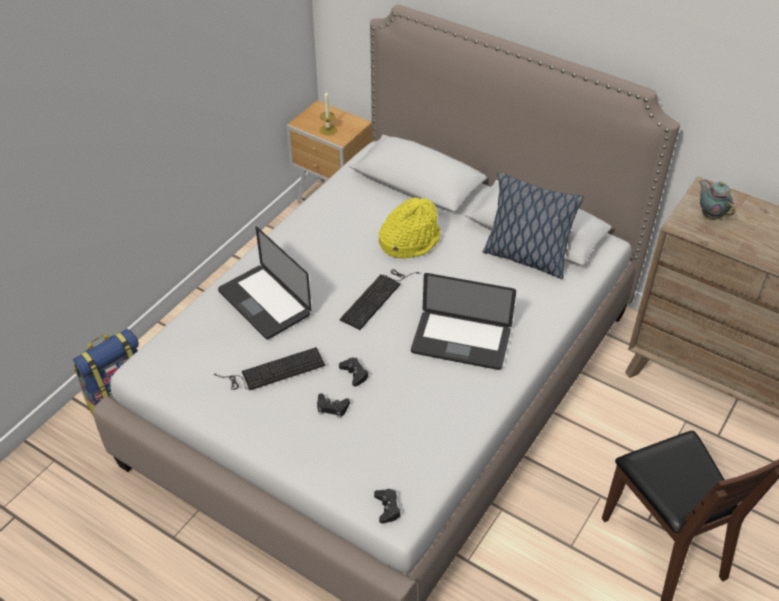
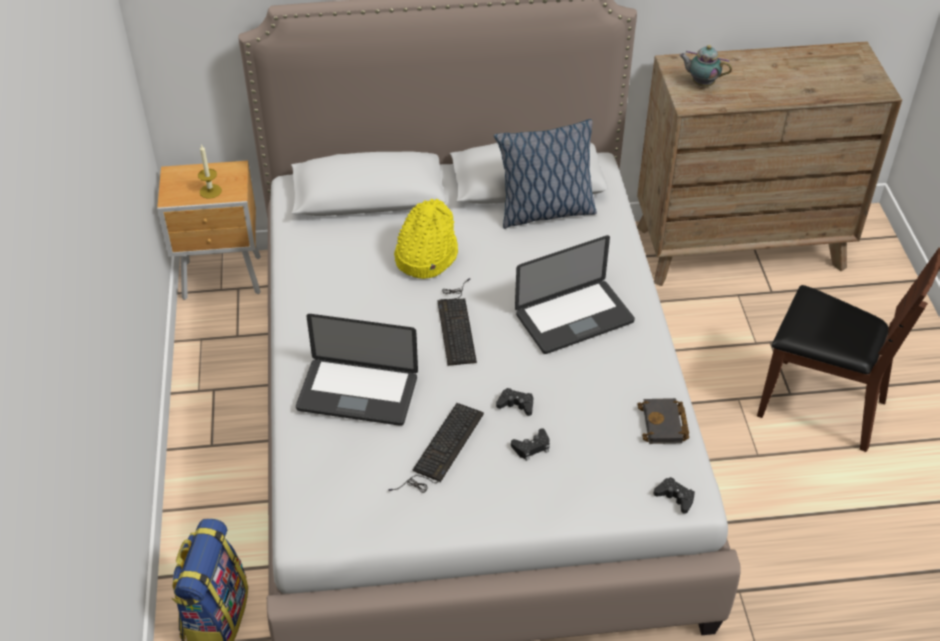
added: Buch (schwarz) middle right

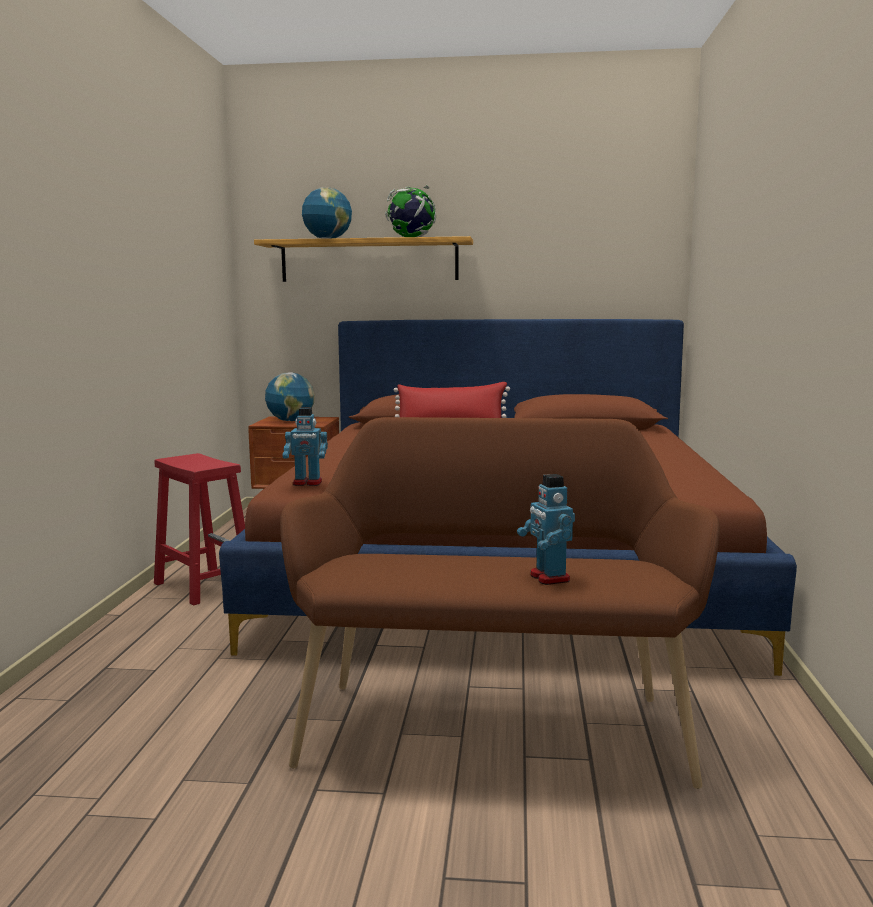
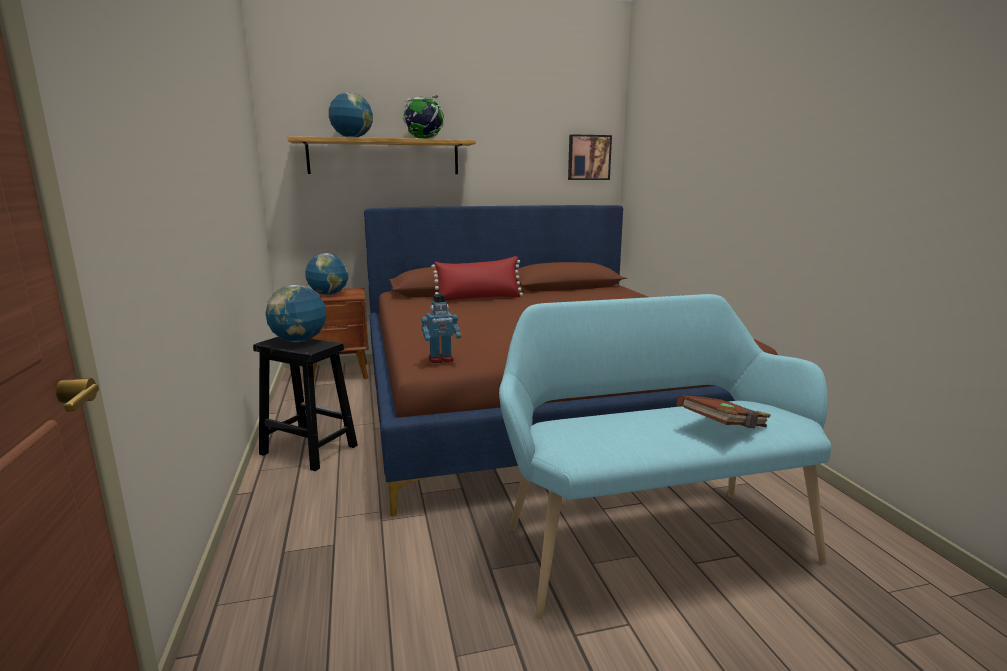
added: Globus (1st from left) middle left; Bild top centre
replaced: Spielzeugroboter (2nd from left) centre to Buch (braun) middle right
recoloured: Hocker (rot) middle left to Hocker (schwarz) middle left; Bank (braun) centre to Bank (türkis) bottom centre

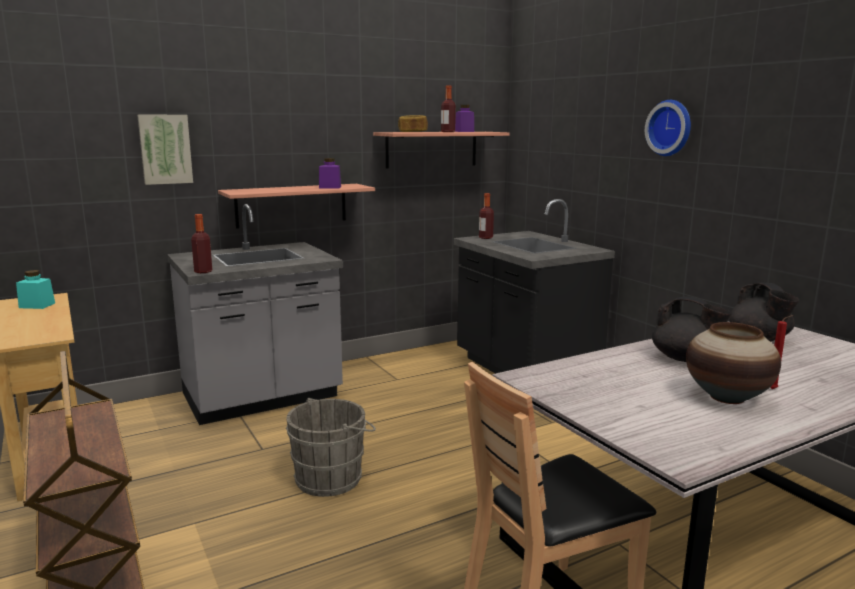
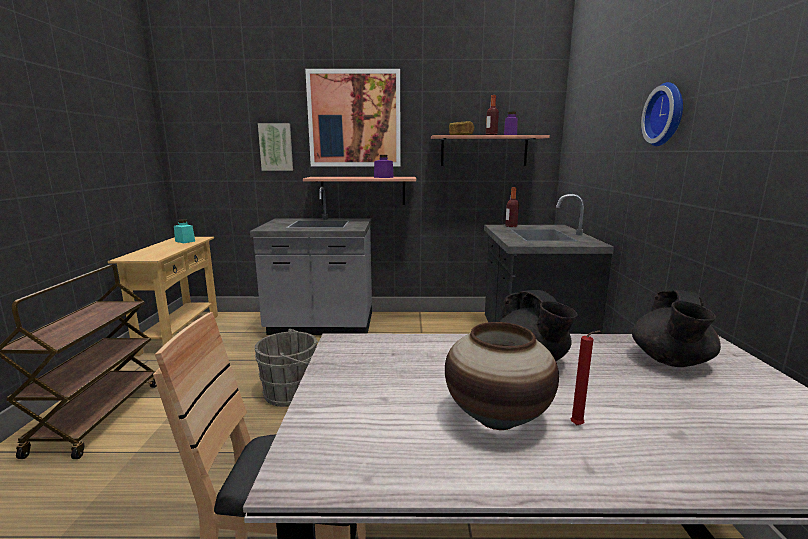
removed: Flasche (1st from left) middle left
added: Bild (2nd from left) top centre

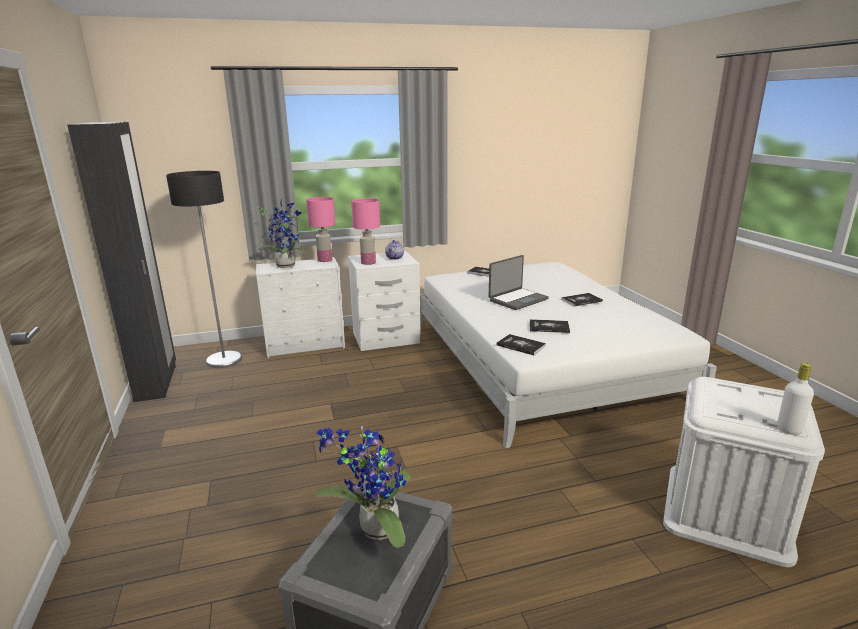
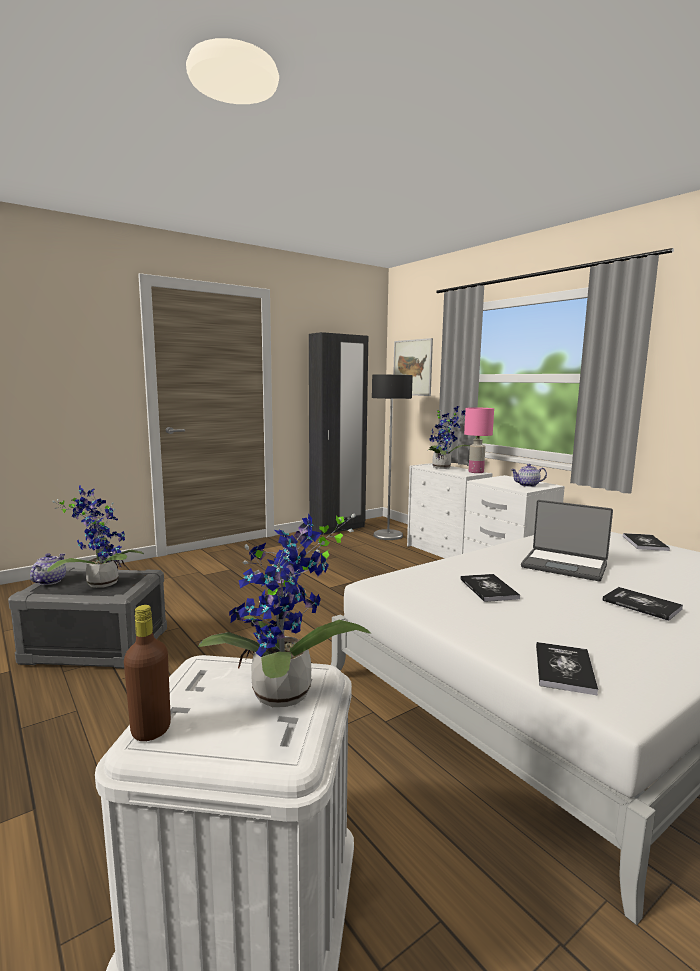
removed: Tischlampe (rosa) (2nd from left) centre
added: Teekanne (1st from left) middle left; Topfpflanze (2nd from left) centre; Bild centre
moved: Buch (2nd from left) centre to bottom right
recoloured: Flasche (weiß) middle right to Flasche (braun) bottom left

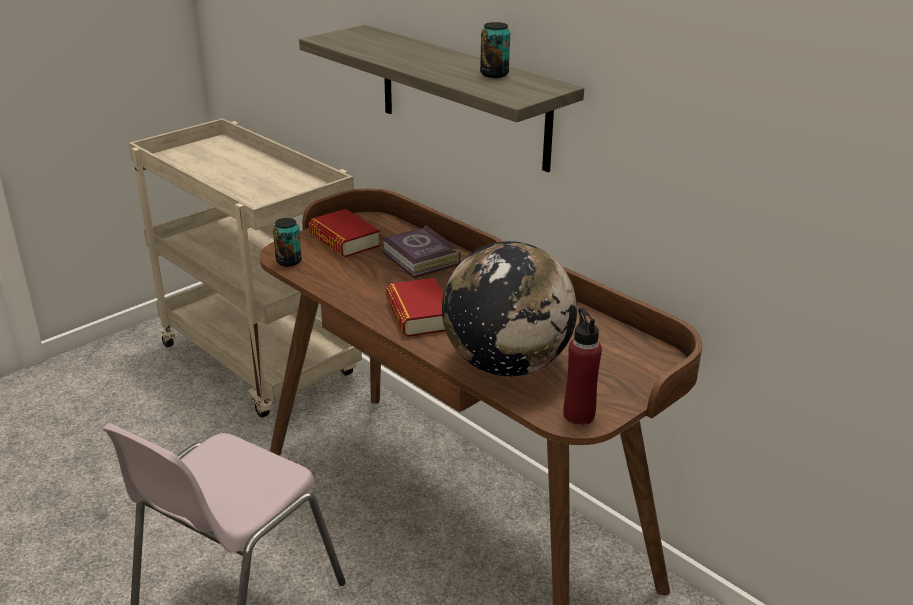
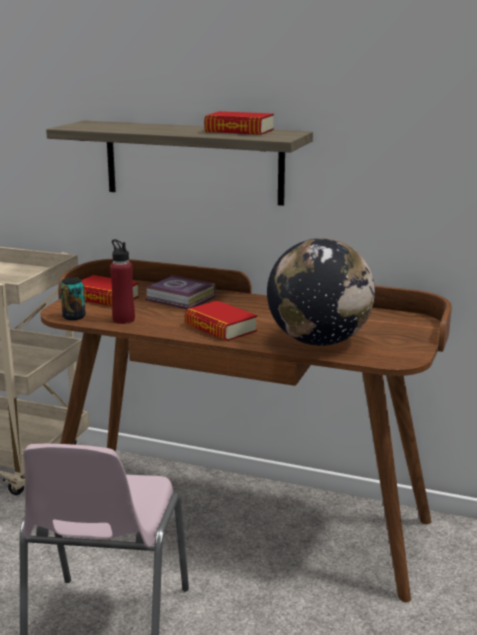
moved: Flasche (rot) centre to middle left
replaced: Dose (2nd from left) top centre to Buch (4th from left) top centre

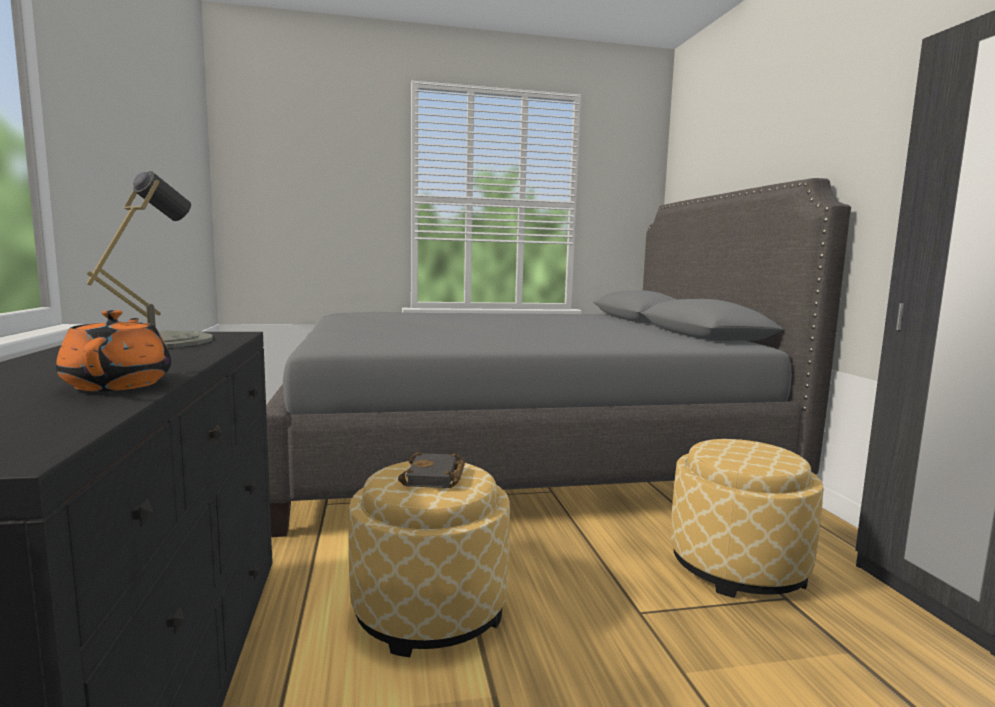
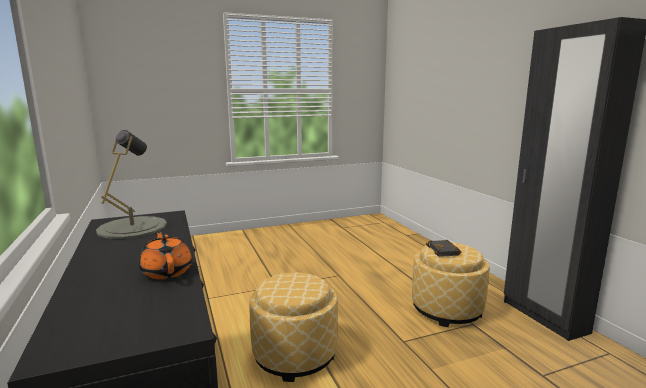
removed: Bett (grau) centre
moved: Buch (schwarz) centre to middle right

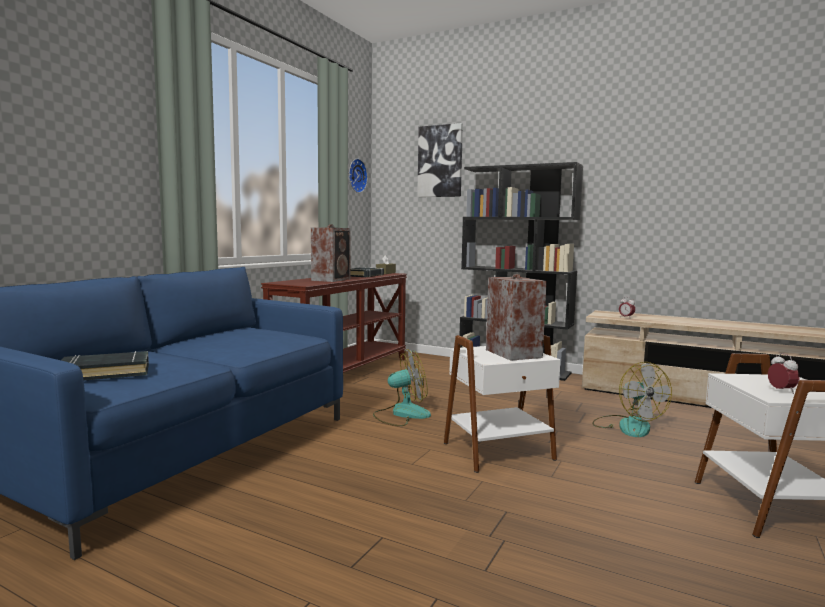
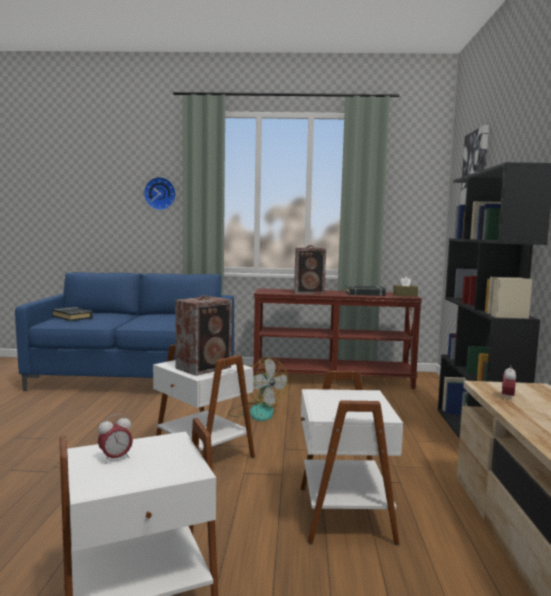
moved: Wanduhr top centre to top left
replaced: Ventilator (2nd from left) middle right to Beistelltisch (weiß) (3rd from left) bottom centre

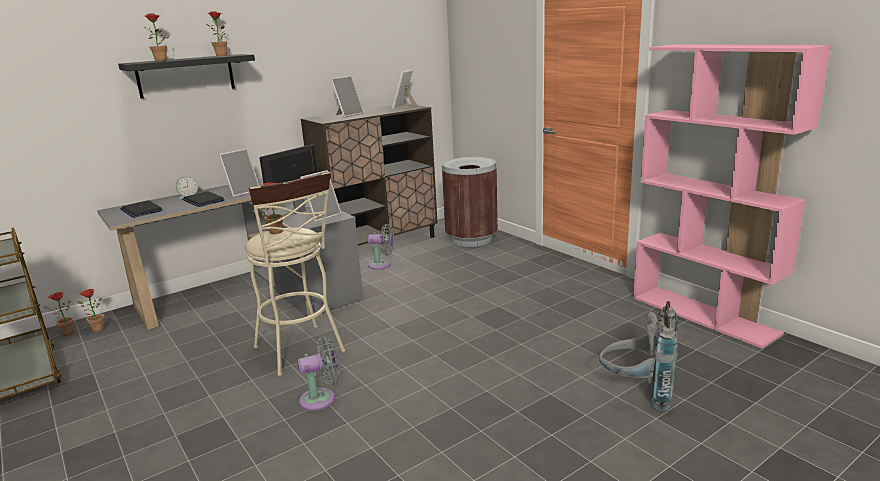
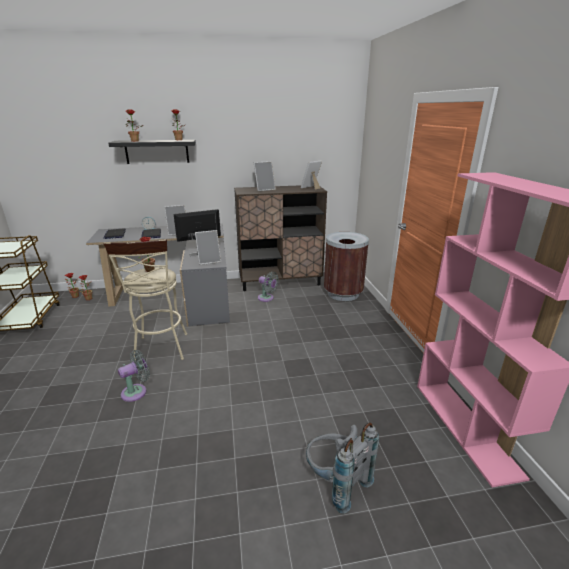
turned: Ventilator (grau) (1st from left) bottom centre = middle left 45 degrees counterclockwise

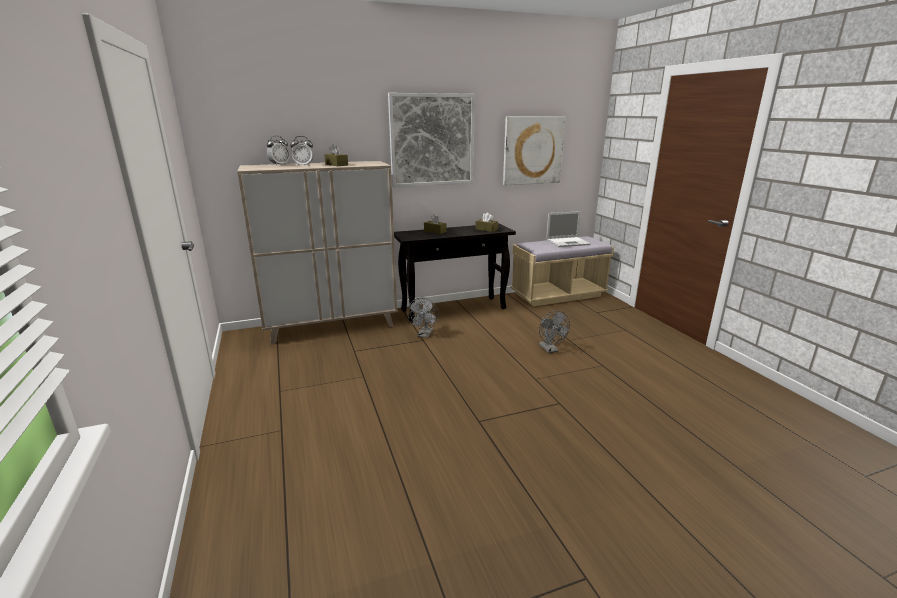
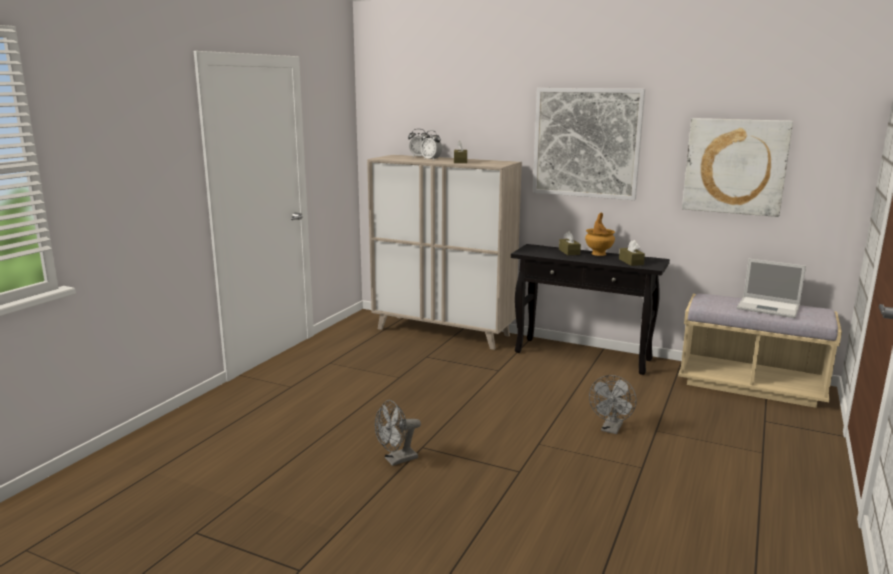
added: Vase (braun) middle right
moved: Ventilator (grau) (1st from left) centre to bottom centre

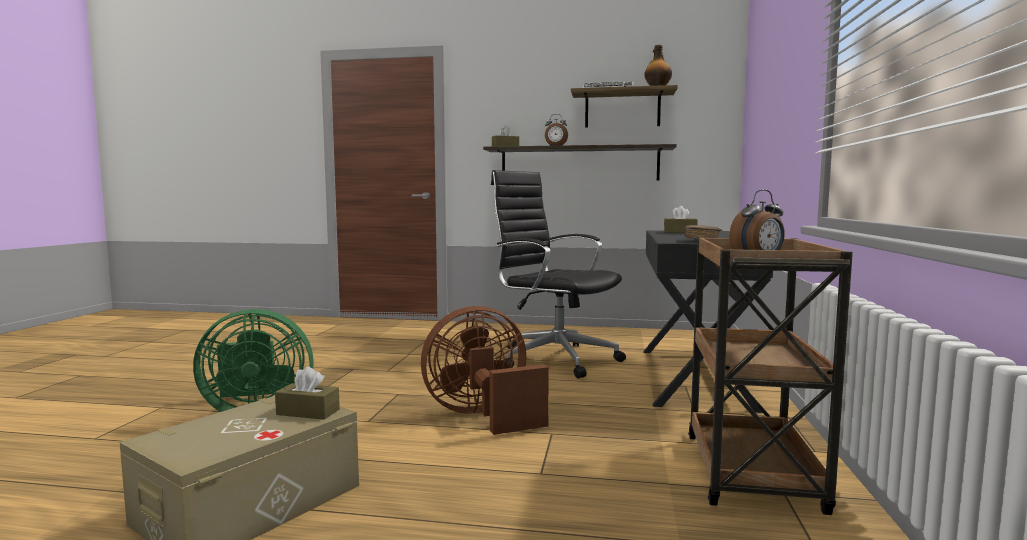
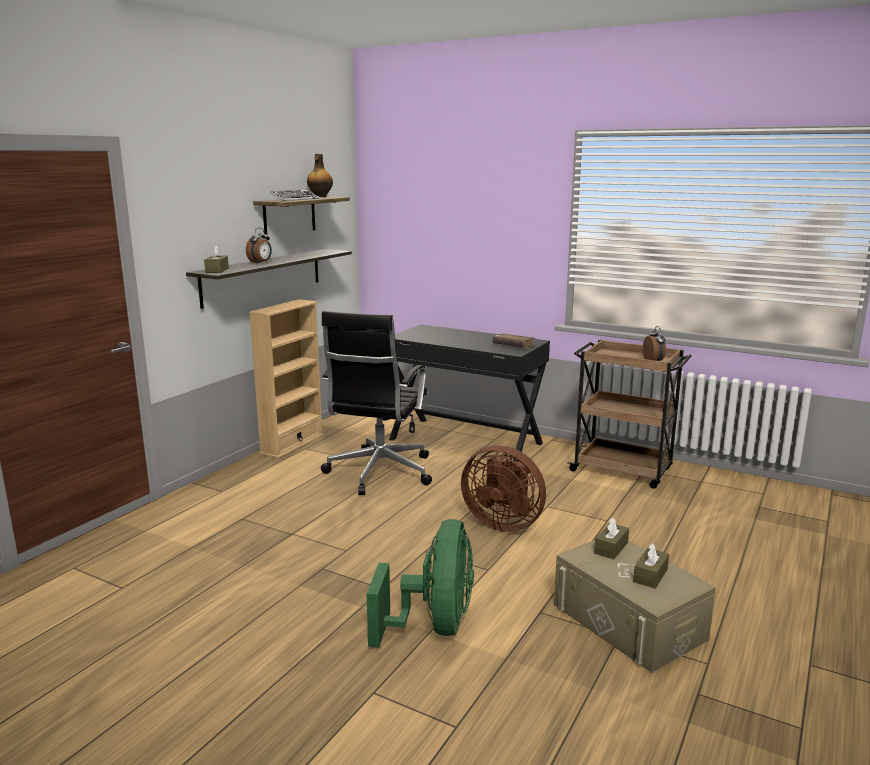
added: Bücherregal (beige) middle left
moved: Taschentuchbox (braun) (3rd from left) centre to bottom right
turned: Ventilator (braun) bottom centre = centre 60 degrees counterclockwise; Bürostuhl (schwarz) centre = centre 45 degrees counterclockwise

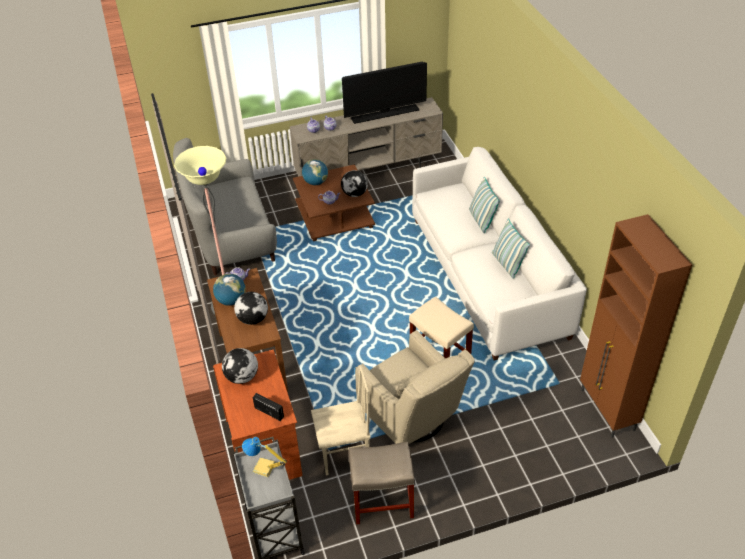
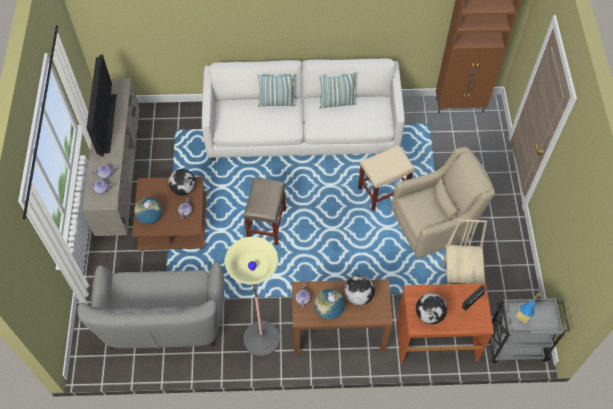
moved: Hocker (beige) (1st from left) bottom centre to centre

